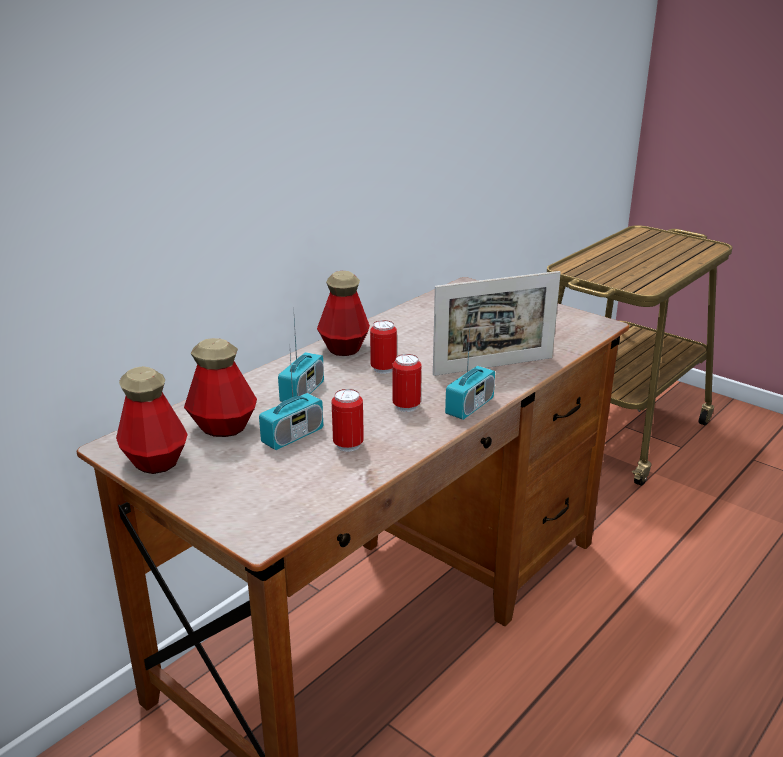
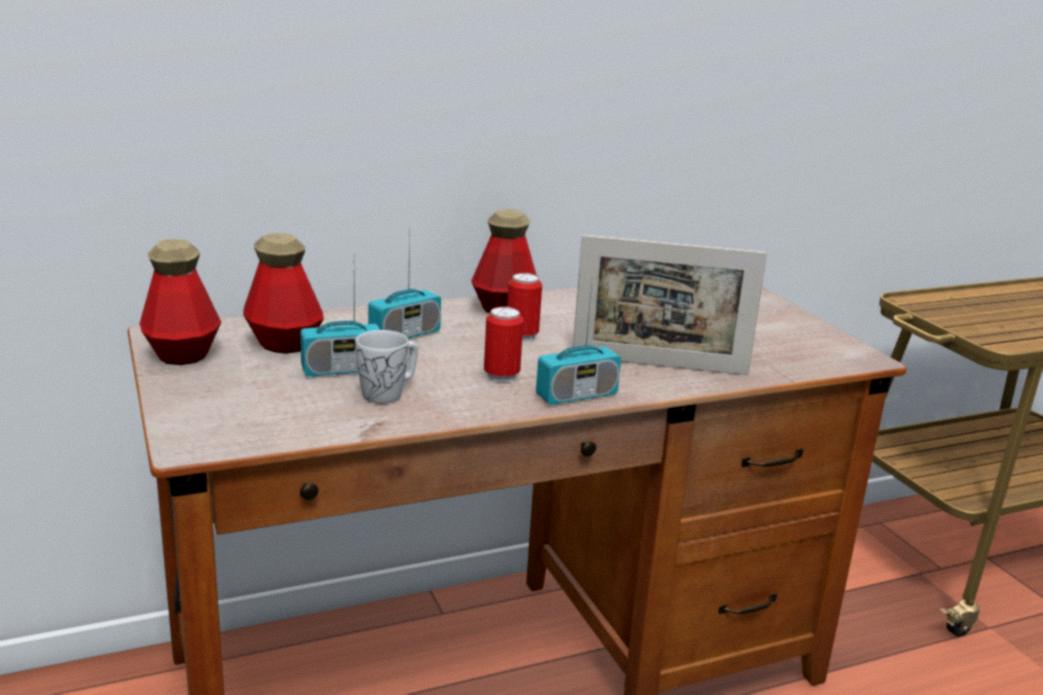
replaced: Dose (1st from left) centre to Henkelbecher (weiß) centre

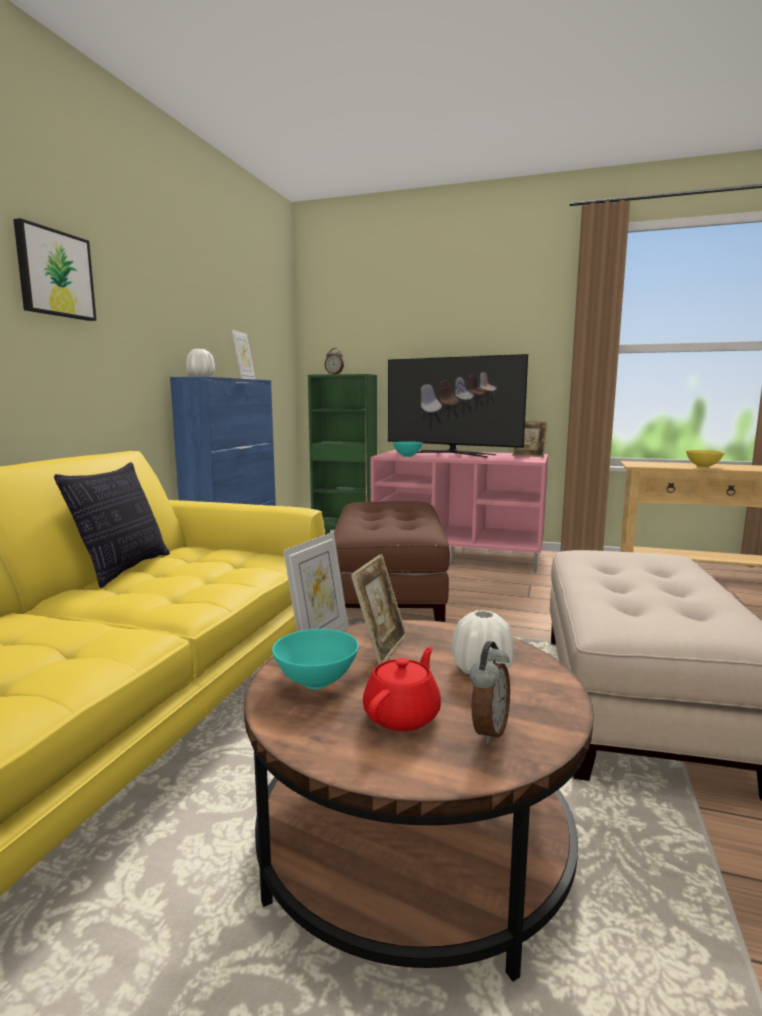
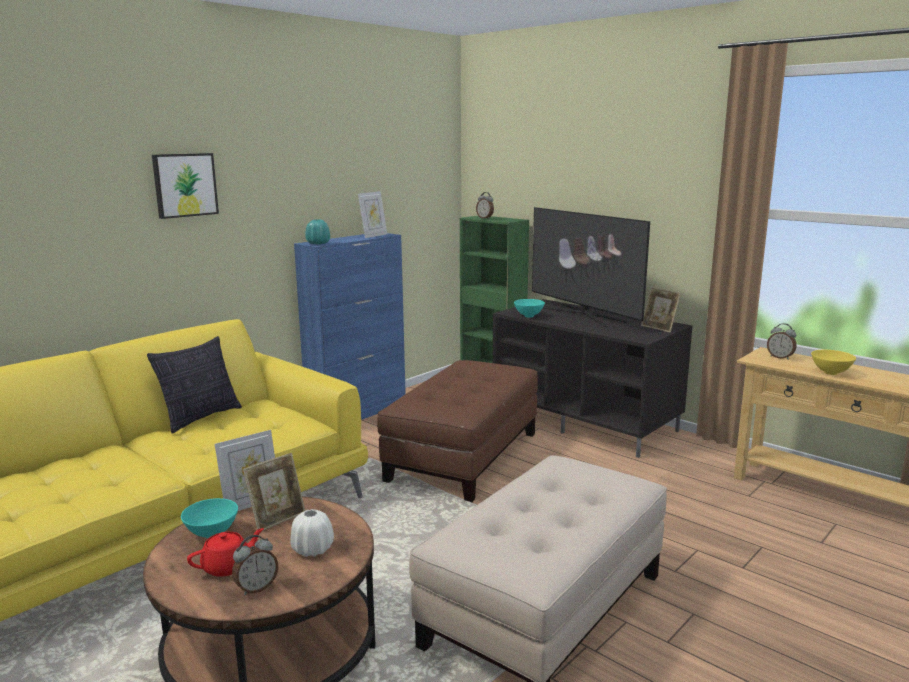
added: Wecker (3rd from left) middle right
recoloured: Vase (weiß) (1st from left) middle left to Vase (türkis) centre; Fernsehschrank (rosa) centre to Fernsehschrank (schwarz) centre

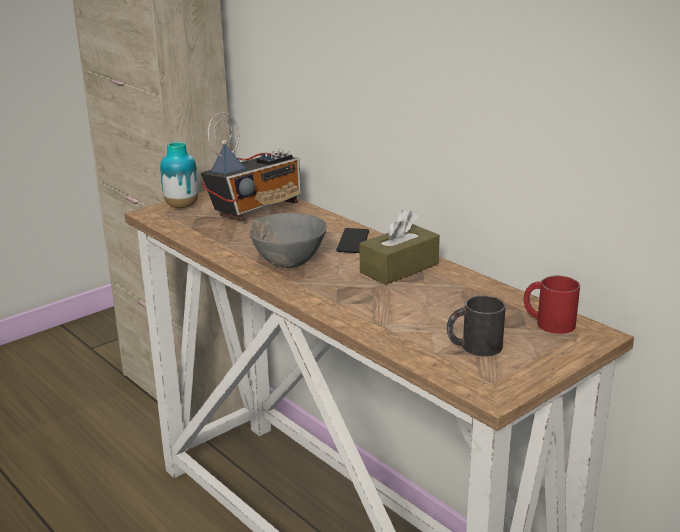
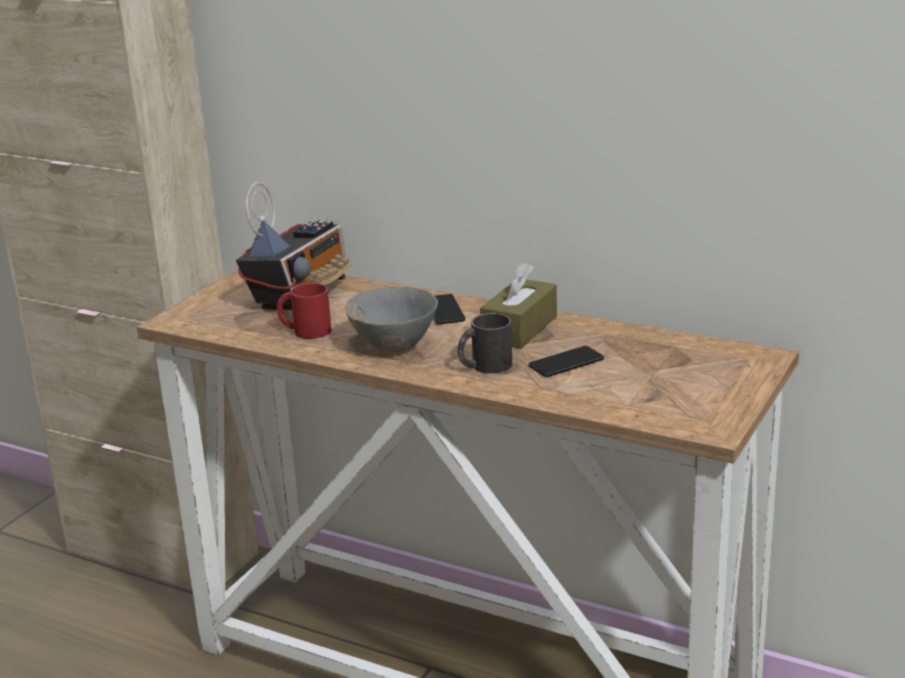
removed: Vase top left
added: Handy (2nd from left) centre
moved: Henkelbecher (schwarz) middle right to centre; Henkelbecher (rot) middle right to centre

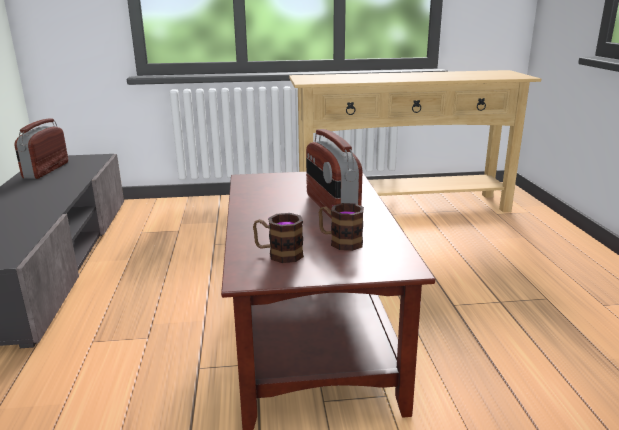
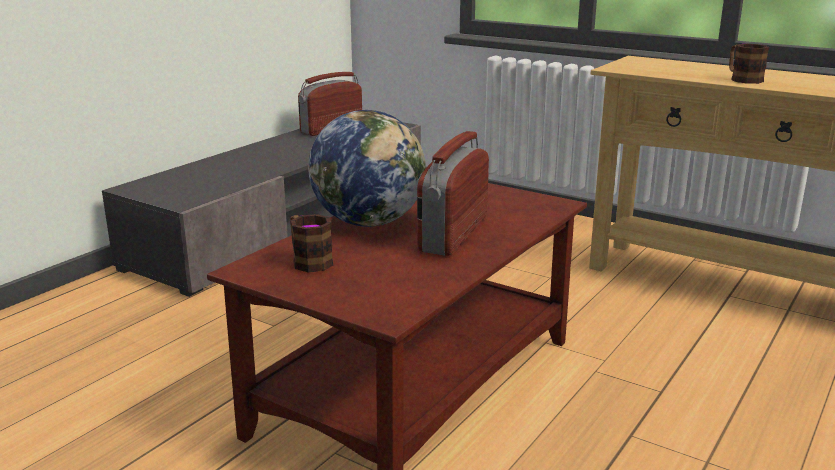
added: Globus centre
moved: Henkelbecher (2nd from left) centre to top right

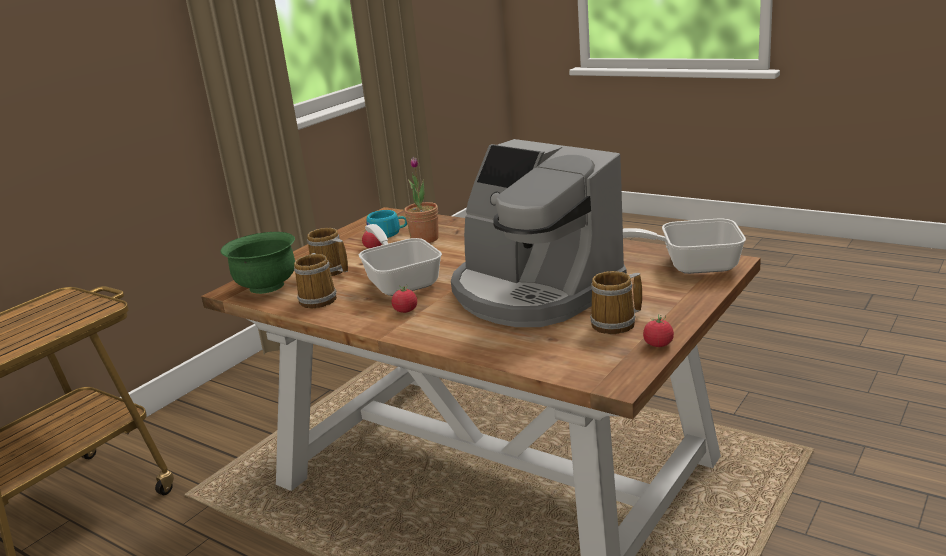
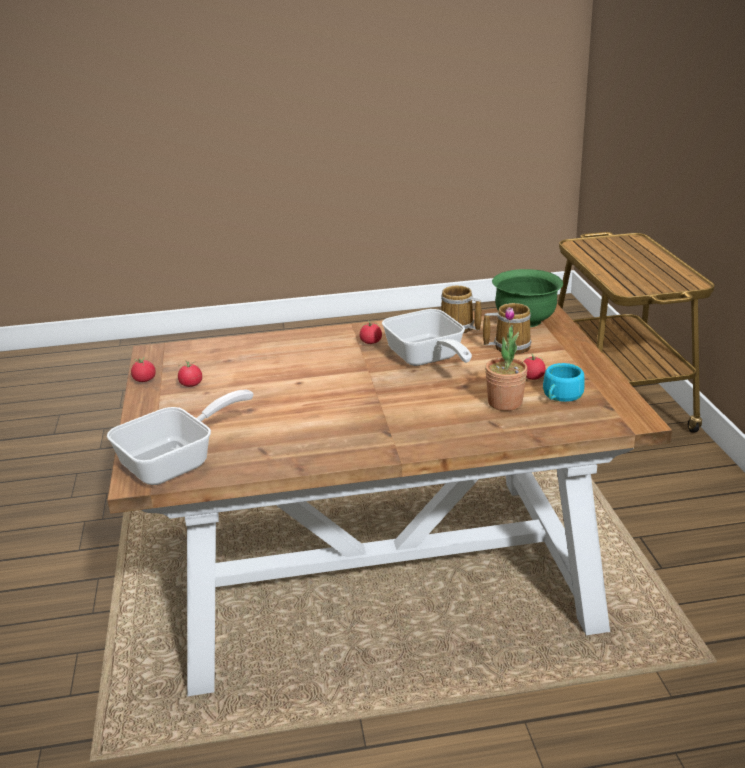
removed: Kaffeemaschine centre
replaced: Henkelbecher (3rd from left) centre to Tomate (2nd from left) middle left
turned: Pfanne (1st from left in the first image) centre = centre 45 degrees clockwise

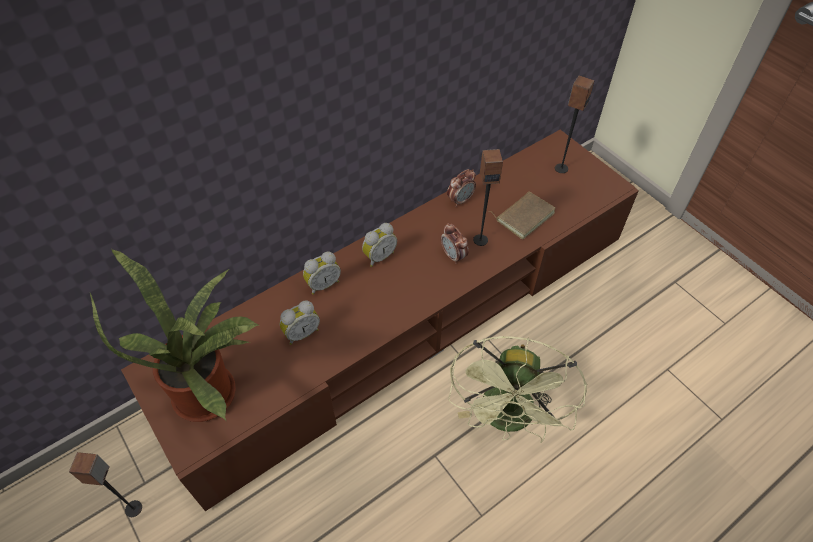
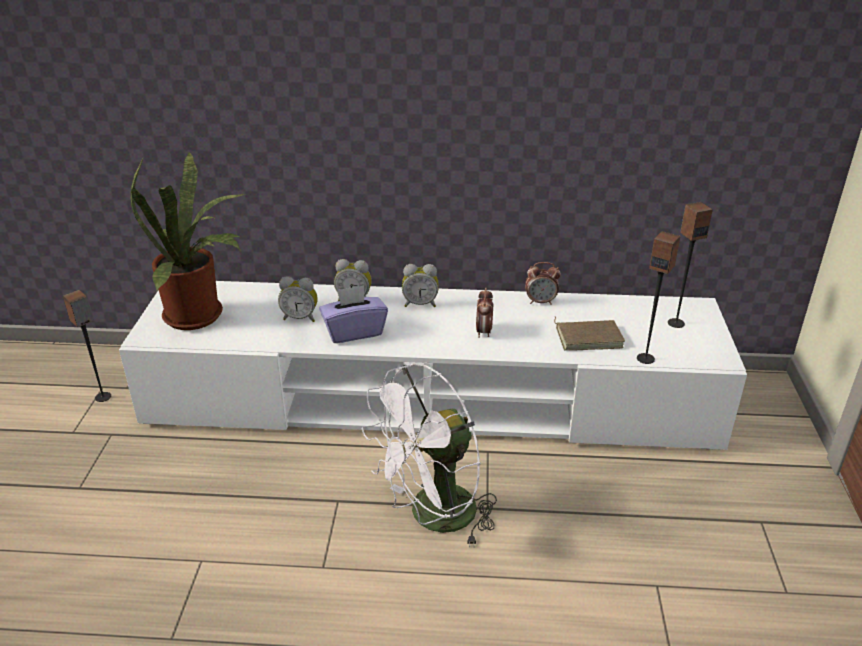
added: Taschentuchbox (lila) centre
moved: Lautsprecher (2nd from left) centre to middle right
recoloured: Fernsehschrank (braun) centre to Fernsehschrank (weiß) centre; Ventilator (grün) bottom centre to Ventilator (weiß) bottom centre

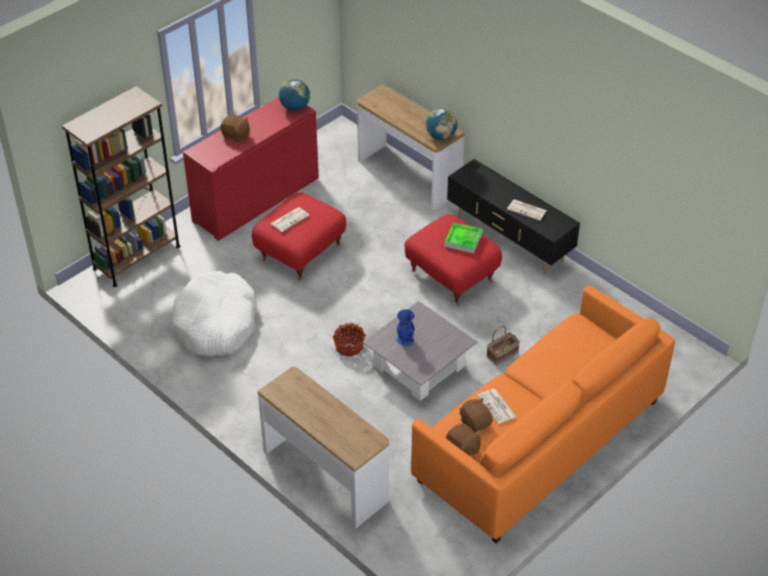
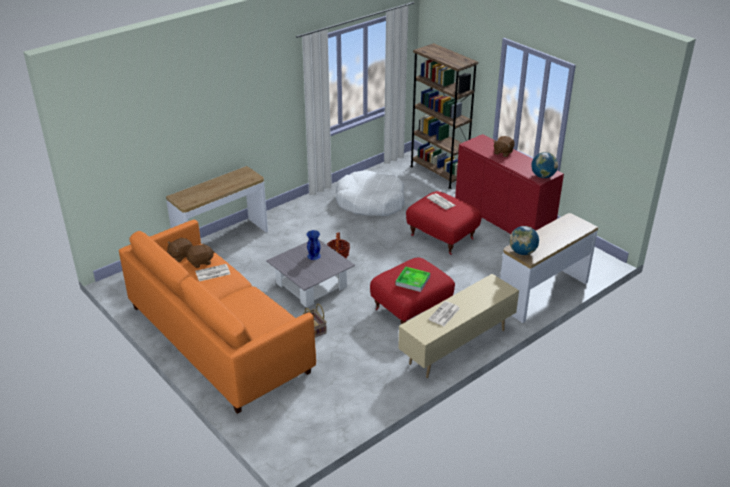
recoloured: Fernsehschrank (schwarz) middle right to Fernsehschrank (beige) bottom centre

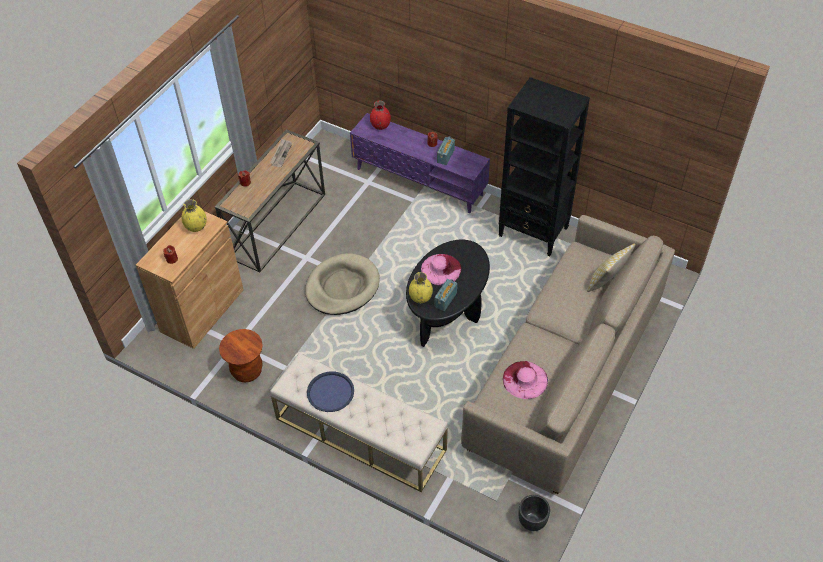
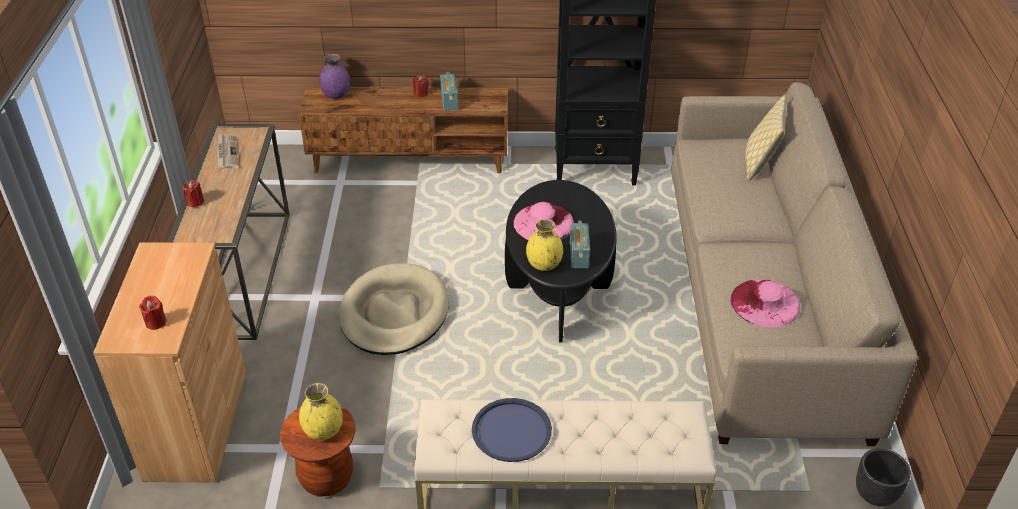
moved: Vase (gelb) (1st from left) middle left to bottom left
recoloured: Fernsehschrank (lila) top centre to Fernsehschrank (braun) top centre; Vase (rot) top centre to Vase (lila) top left

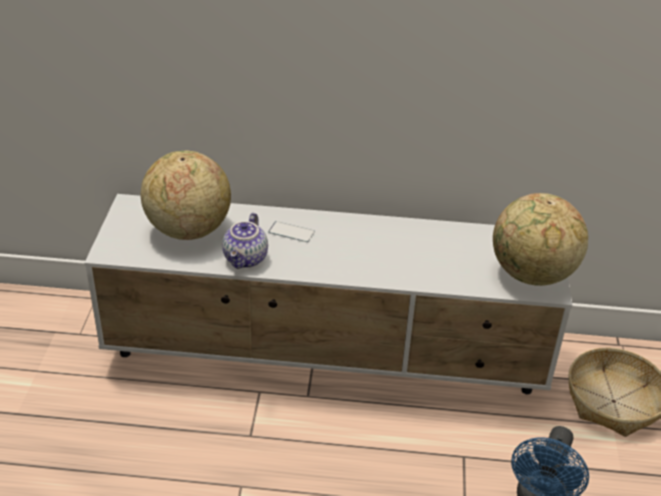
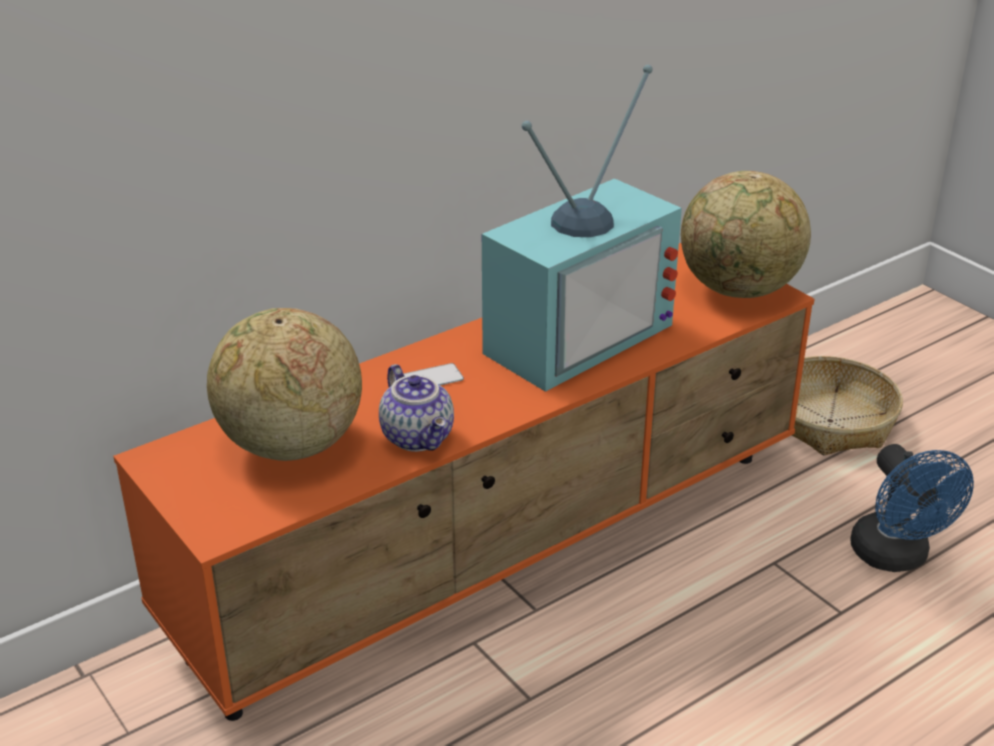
added: Fernseher top centre
recoloured: Fernsehschrank (weiß) centre to Fernsehschrank (orange) centre

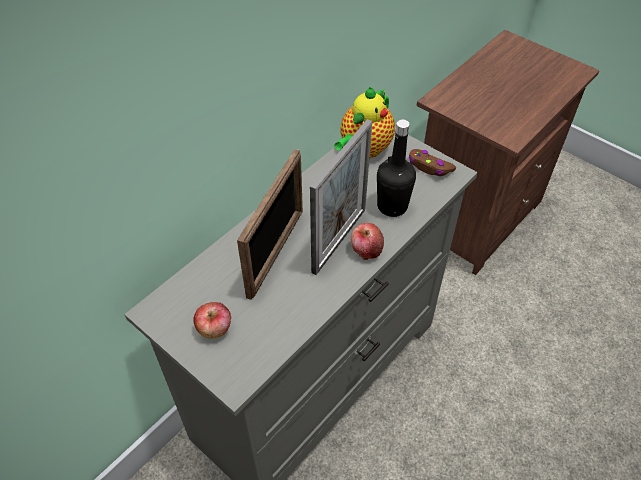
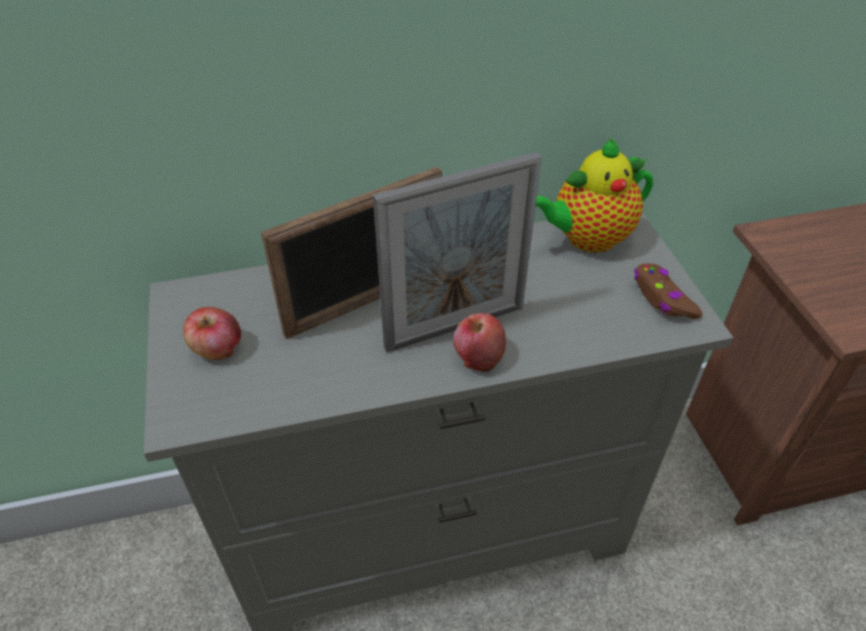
removed: Flasche (schwarz) centre

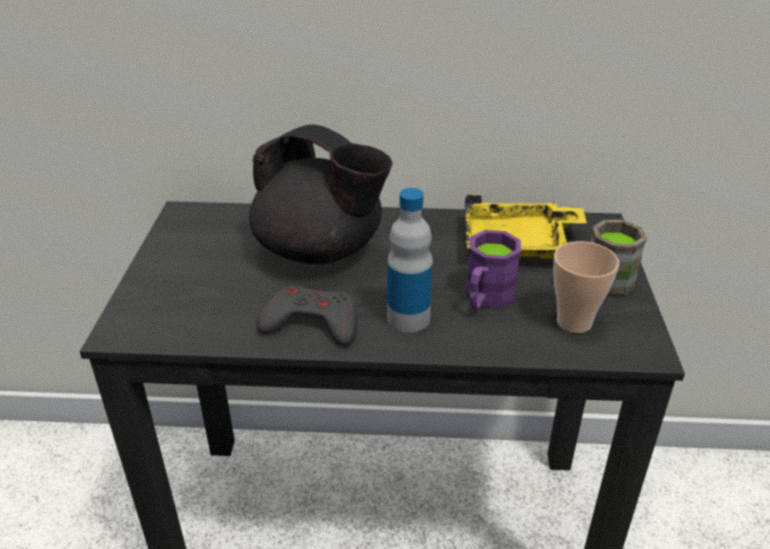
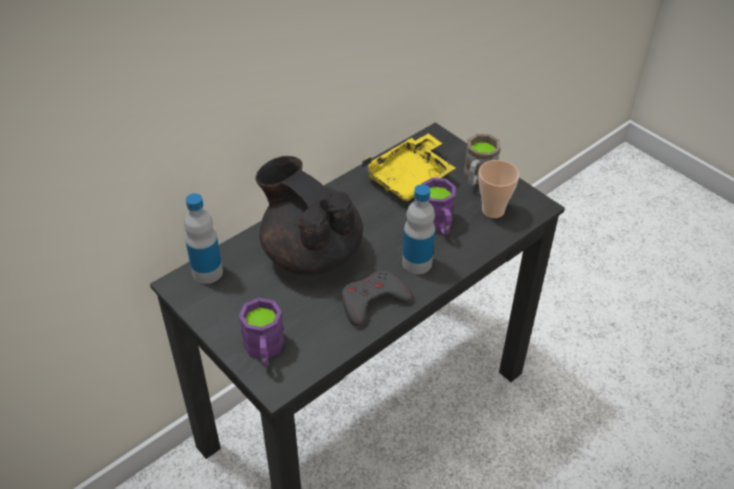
added: Flasche (1st from left) middle left; Henkelbecher (lila) (1st from left) bottom centre
turned: Teekanne (schwarz) centre = centre 120 degrees counterclockwise

